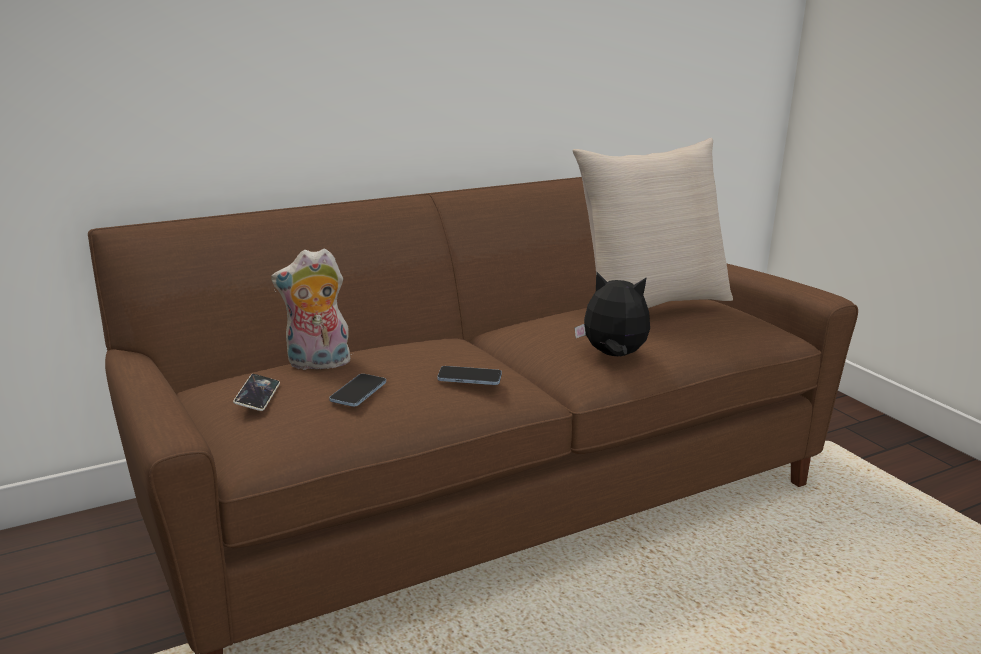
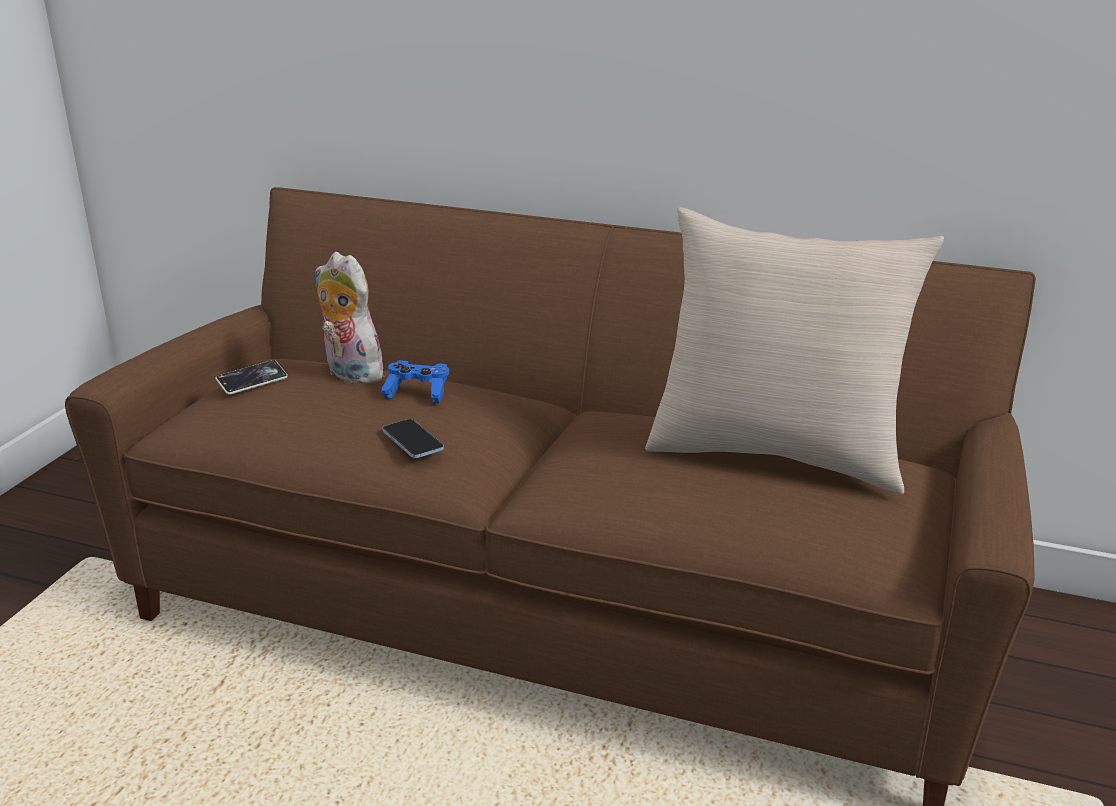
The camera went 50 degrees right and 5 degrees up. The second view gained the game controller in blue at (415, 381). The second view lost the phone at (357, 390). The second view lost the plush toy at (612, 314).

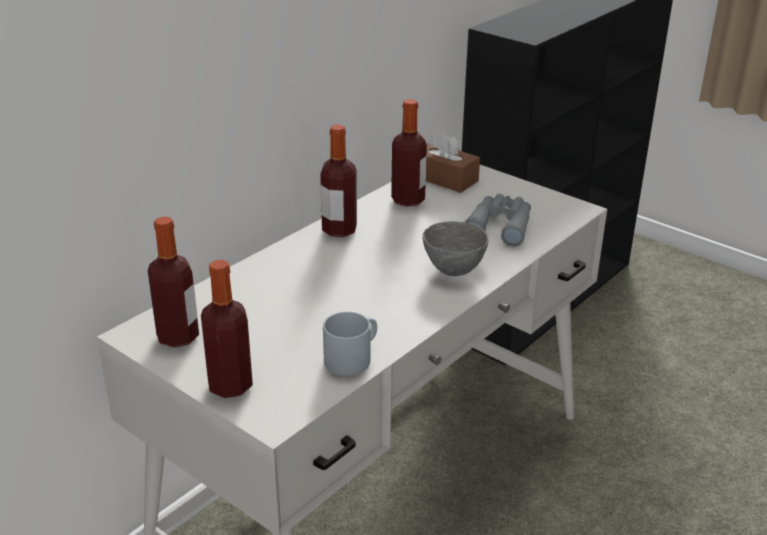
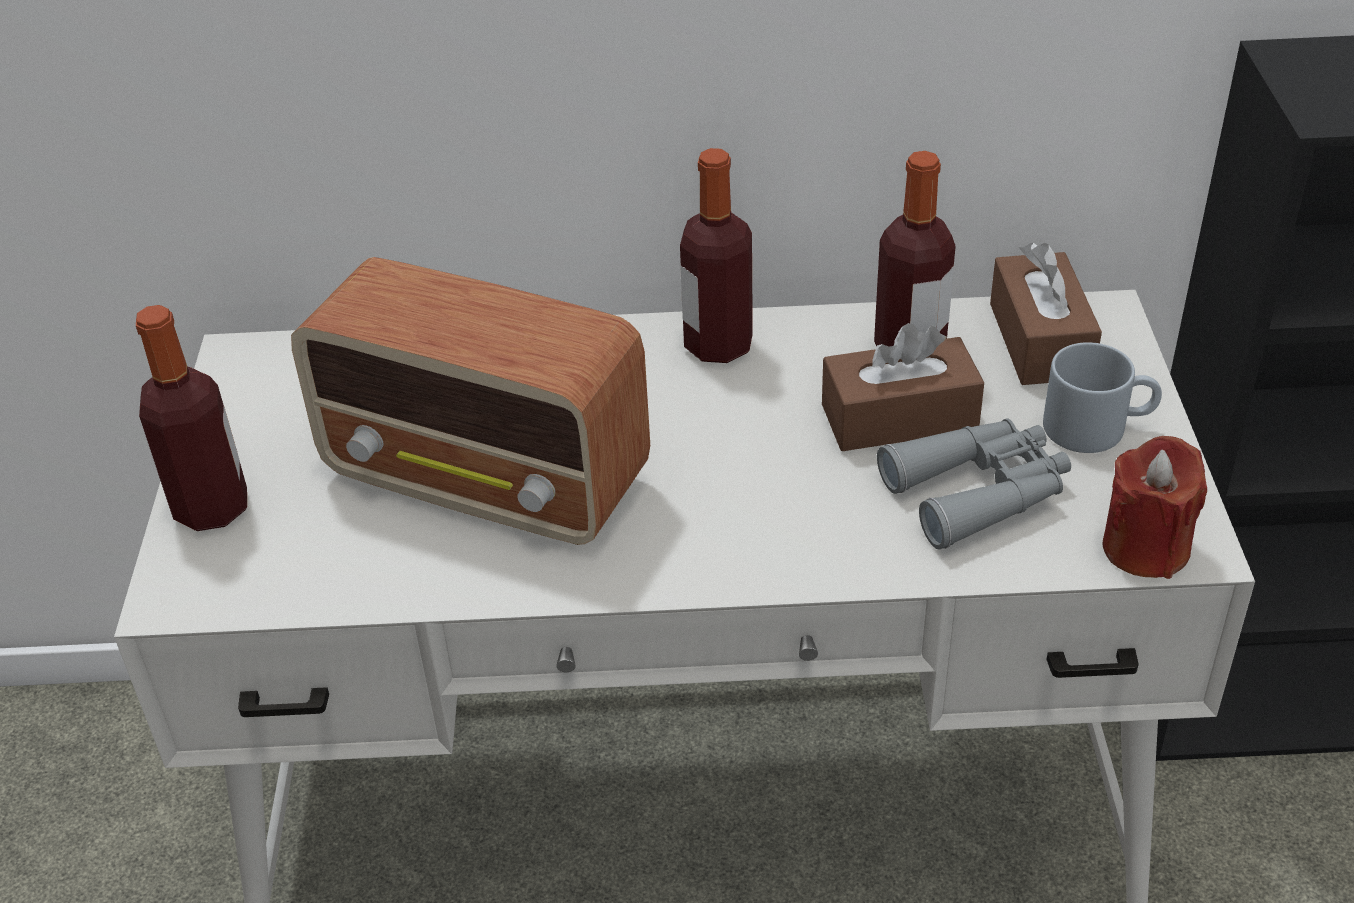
The camera went 50 degrees right and 10 degrees up. The second view gained the radio at (470, 401). The second view gained the tissue box in brown at (903, 387). The mug in grey ended up elsewhere, having gone from (350, 344) to (1102, 397). The second view gained the candle in red at (1154, 507). The second view lost the bottle at (173, 281). The second view lost the bowl in grey at (456, 248).

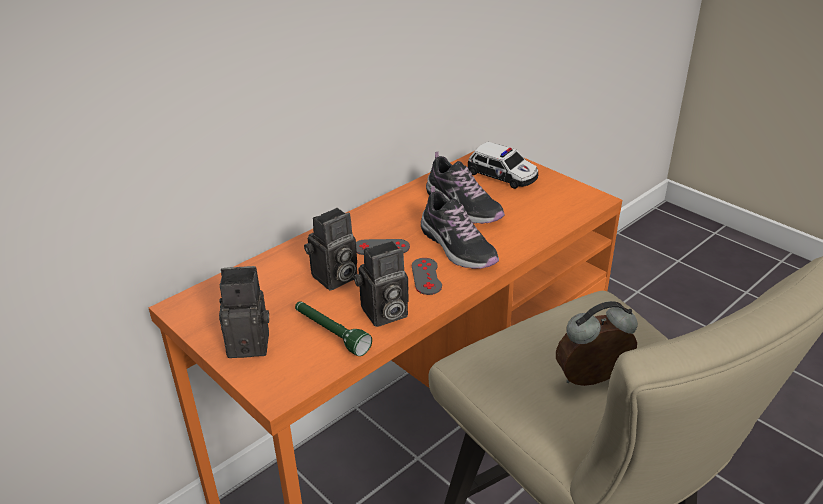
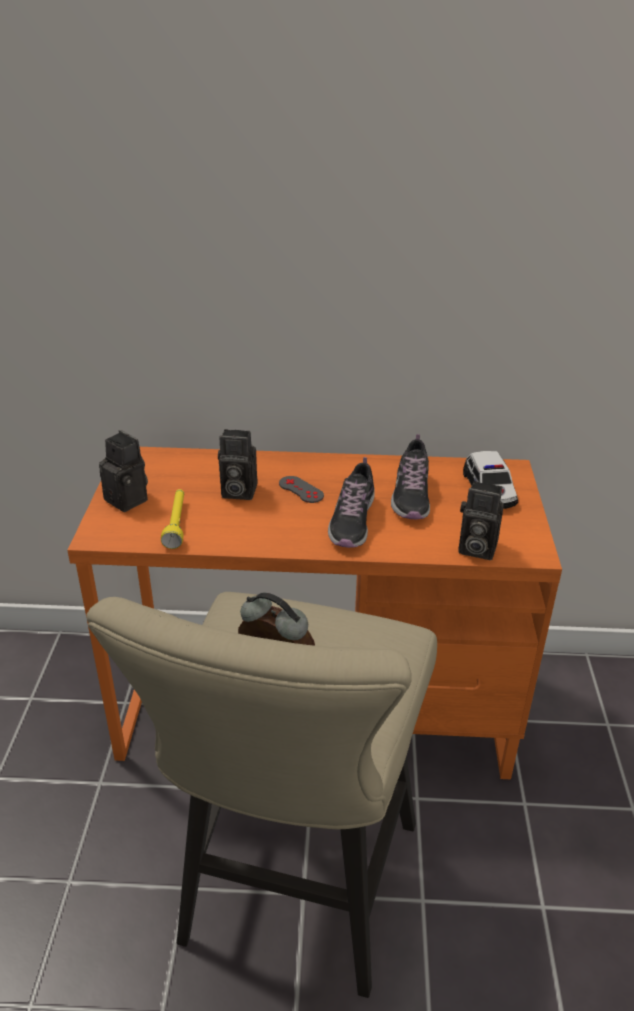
The camera went 45 degrees right and 0 degrees up. What was the flashlight in green at (333, 328) turned into the flashlight in yellow at (172, 519). The photo camera ended up elsewhere, having gone from (381, 284) to (481, 520). The second view lost the game controller in grey at (427, 276).

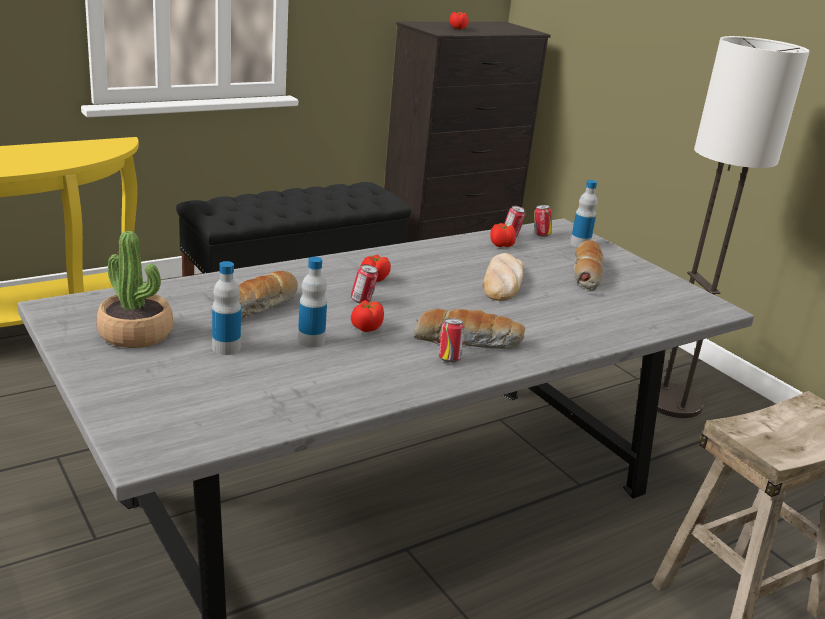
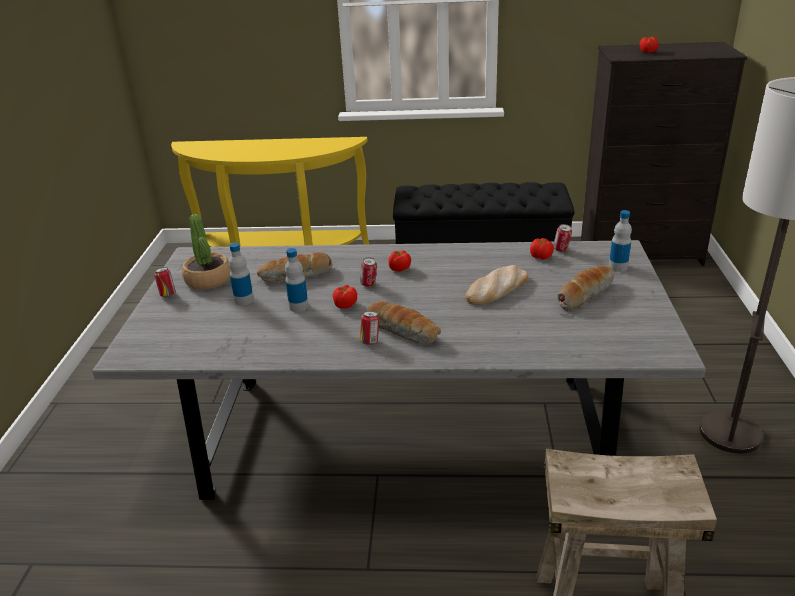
The camera went 40 degrees right and 5 degrees up. The can ended up elsewhere, having gone from (543, 221) to (165, 282).

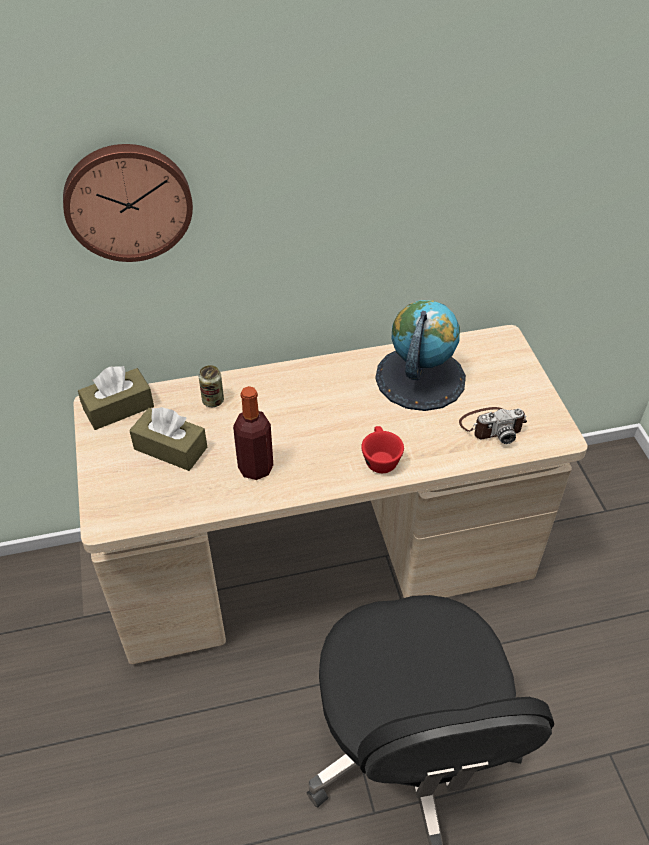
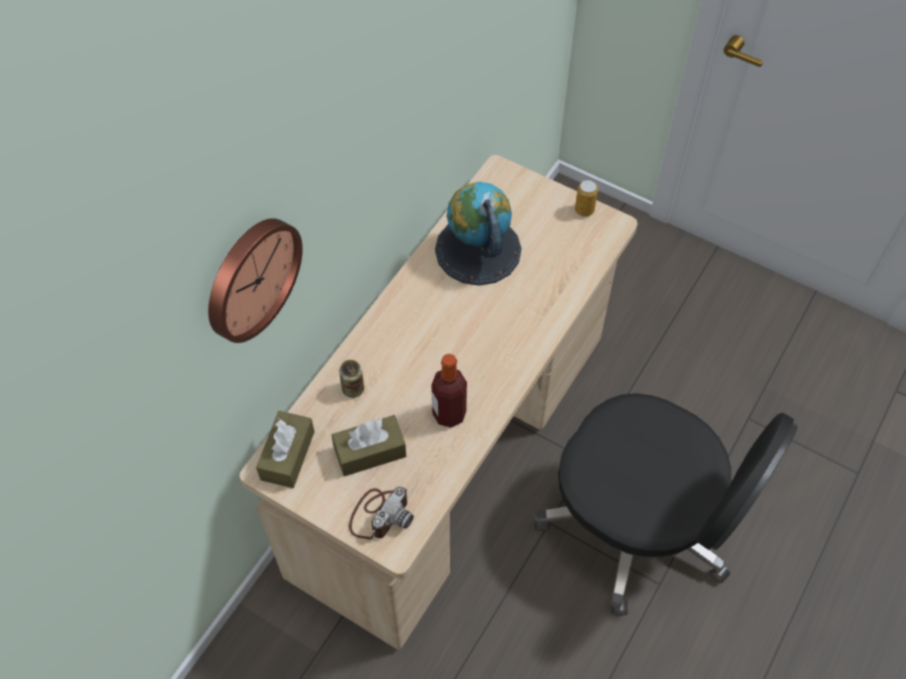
The camera went 45 degrees left and 10 degrees up. The photo camera ended up elsewhere, having gone from (493, 425) to (381, 513). The second view gained the can at (586, 198). The second view lost the cup in red at (382, 449).

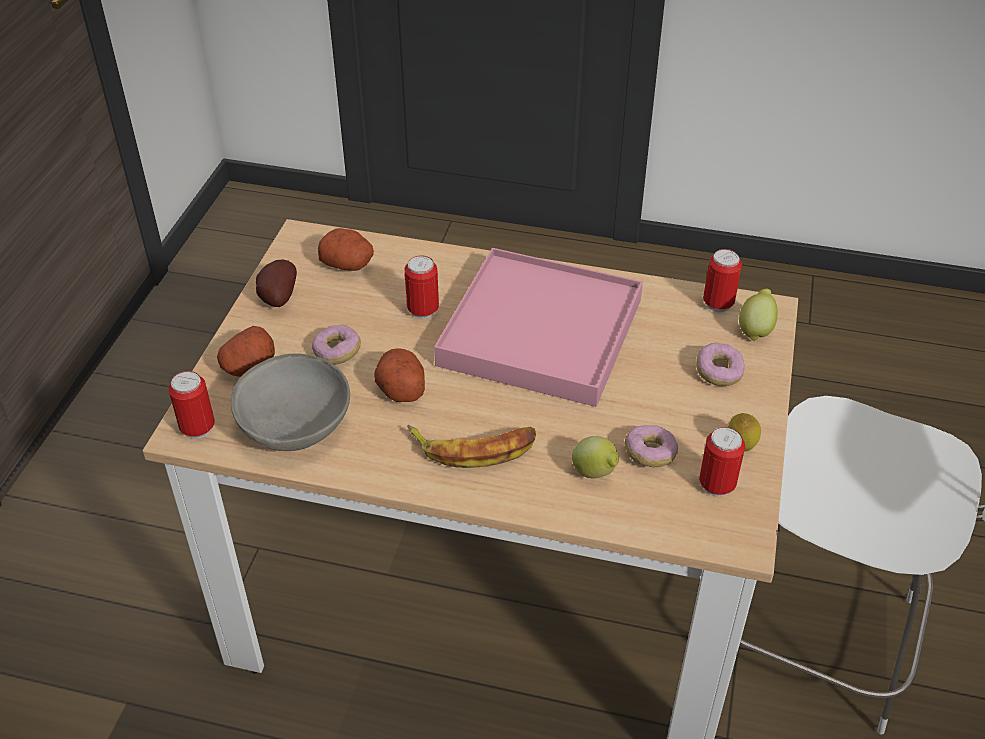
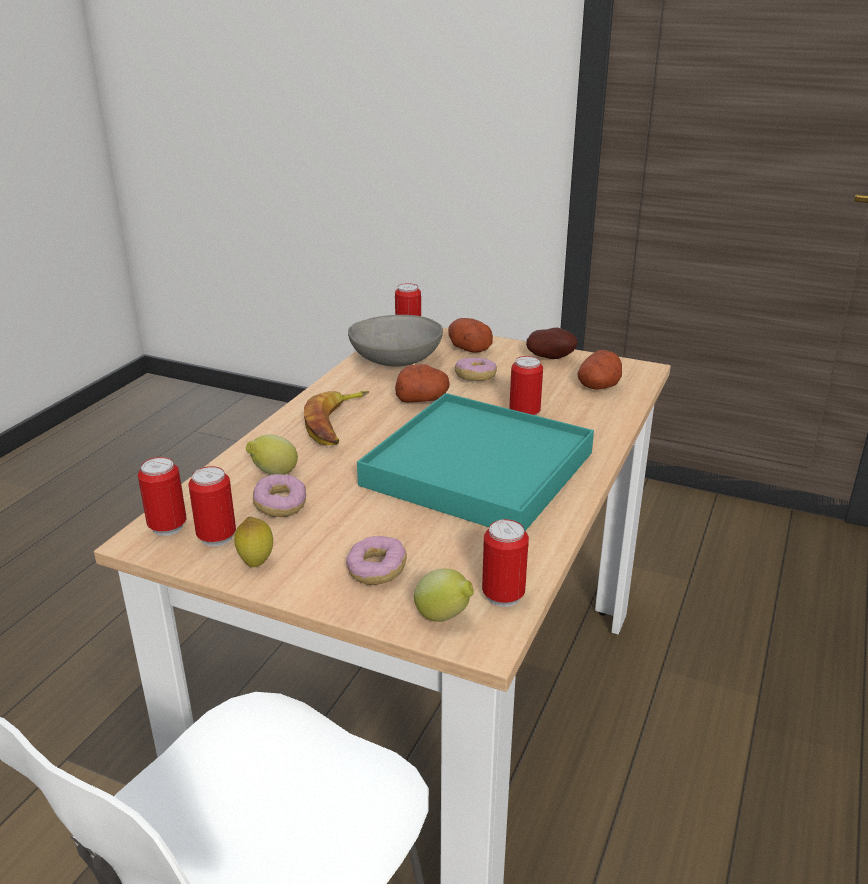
The camera went 100 degrees right and 15 degrees down. The second view gained the can at (162, 496). What was the tray in pink at (538, 327) turned into the tray in turquoise at (475, 462).

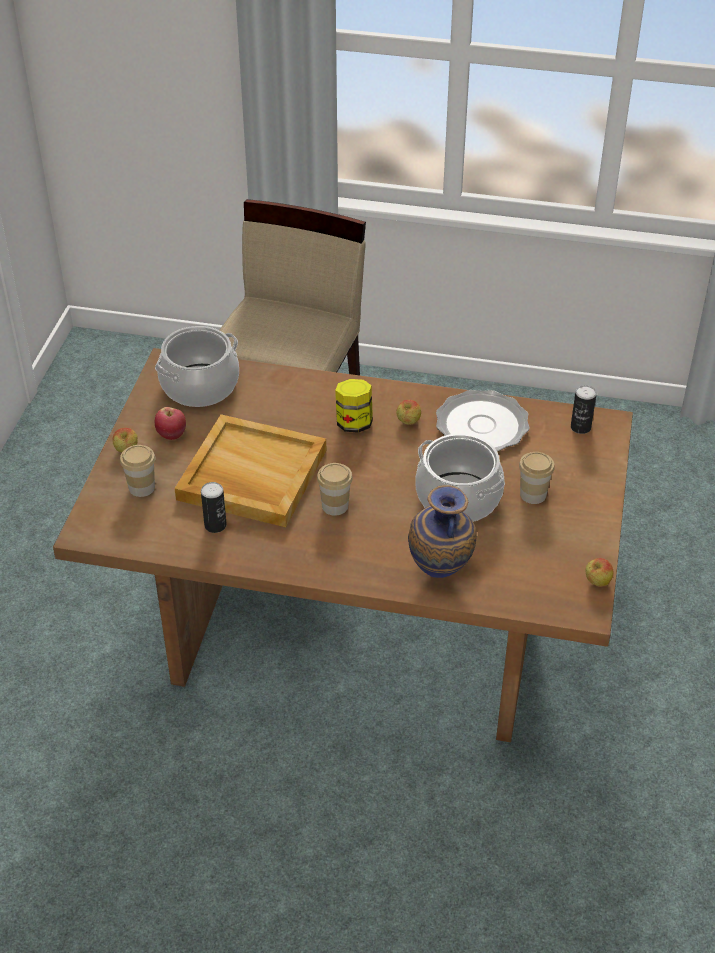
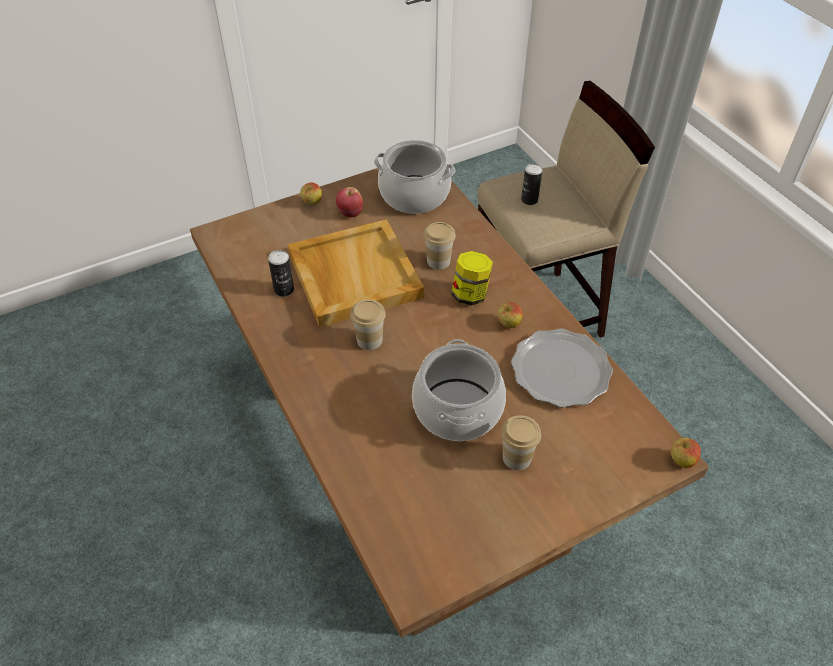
The camera went 50 degrees right and 5 degrees up. The cup ended up elsewhere, having gone from (137, 471) to (439, 246). The can ended up elsewhere, having gone from (583, 409) to (531, 184). The apple ended up elsewhere, having gone from (599, 572) to (686, 453). The second view lost the vase at (442, 531).

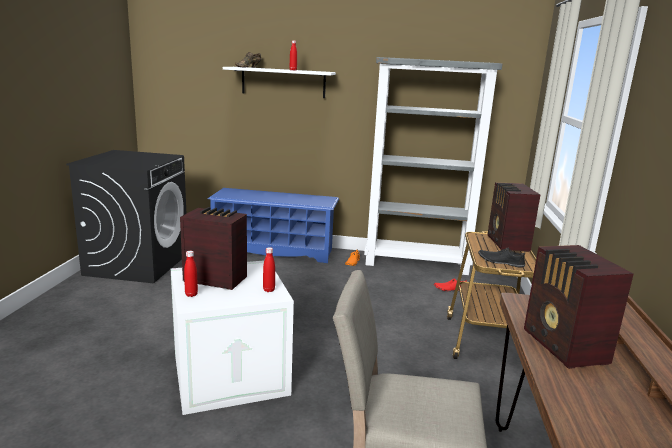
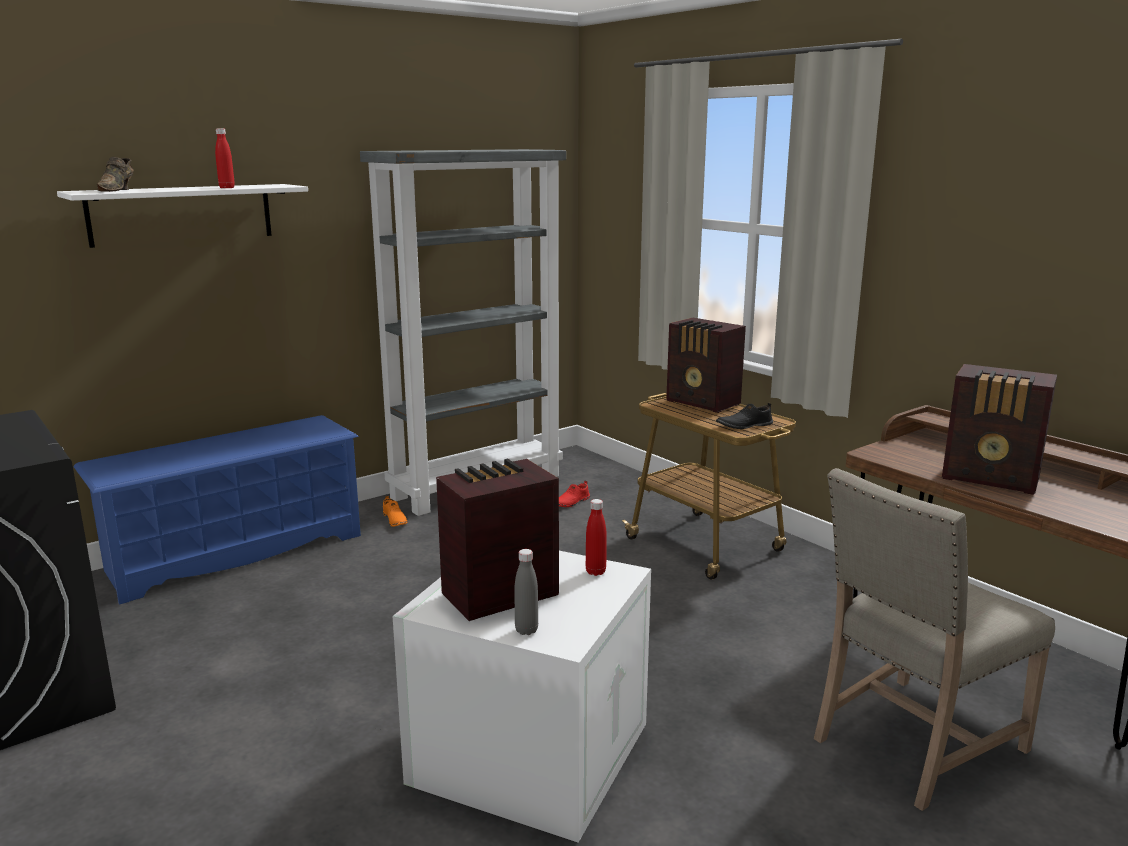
The camera went 45 degrees left and 0 degrees up. What was the bottle in red at (191, 274) turned into the bottle in grey at (526, 592).

